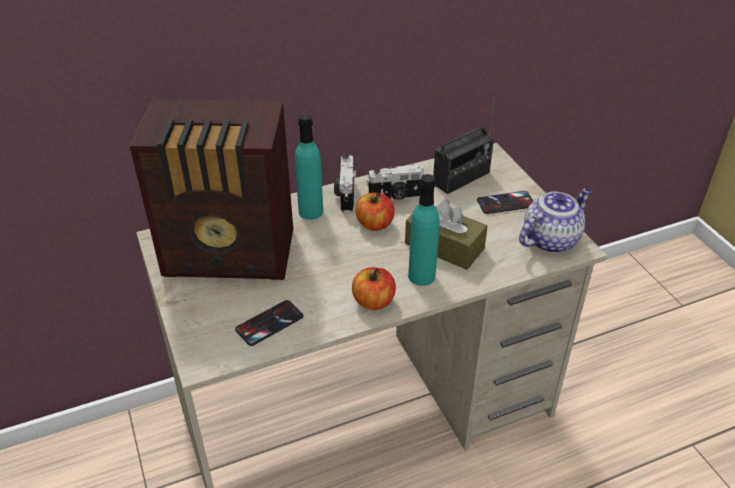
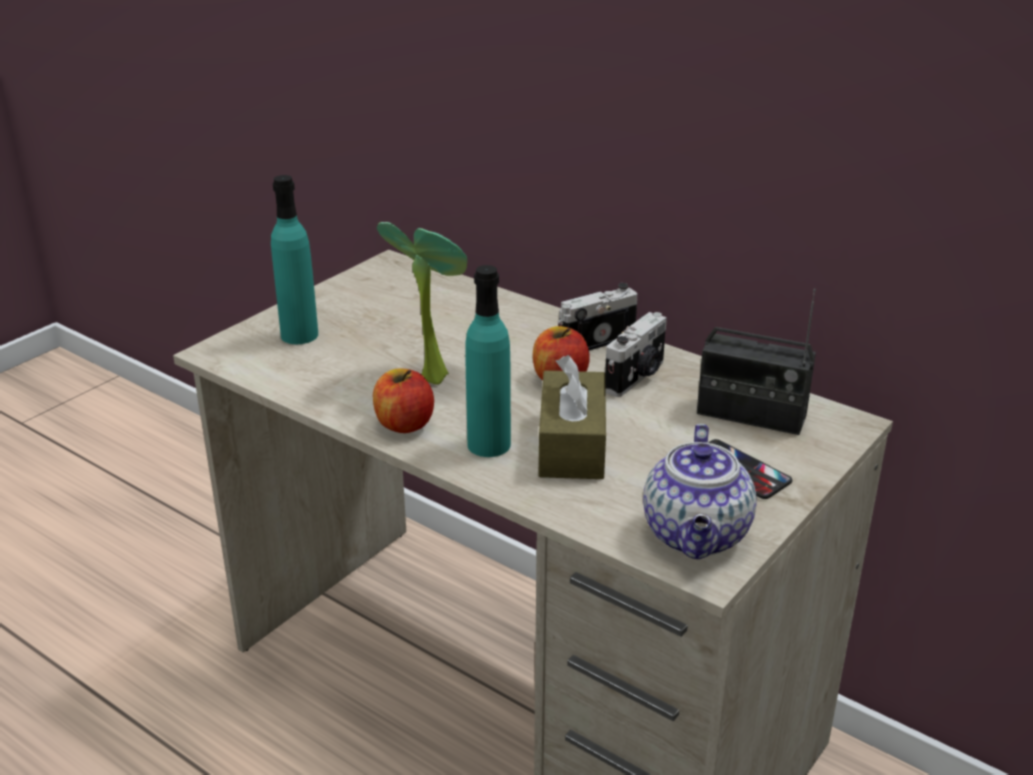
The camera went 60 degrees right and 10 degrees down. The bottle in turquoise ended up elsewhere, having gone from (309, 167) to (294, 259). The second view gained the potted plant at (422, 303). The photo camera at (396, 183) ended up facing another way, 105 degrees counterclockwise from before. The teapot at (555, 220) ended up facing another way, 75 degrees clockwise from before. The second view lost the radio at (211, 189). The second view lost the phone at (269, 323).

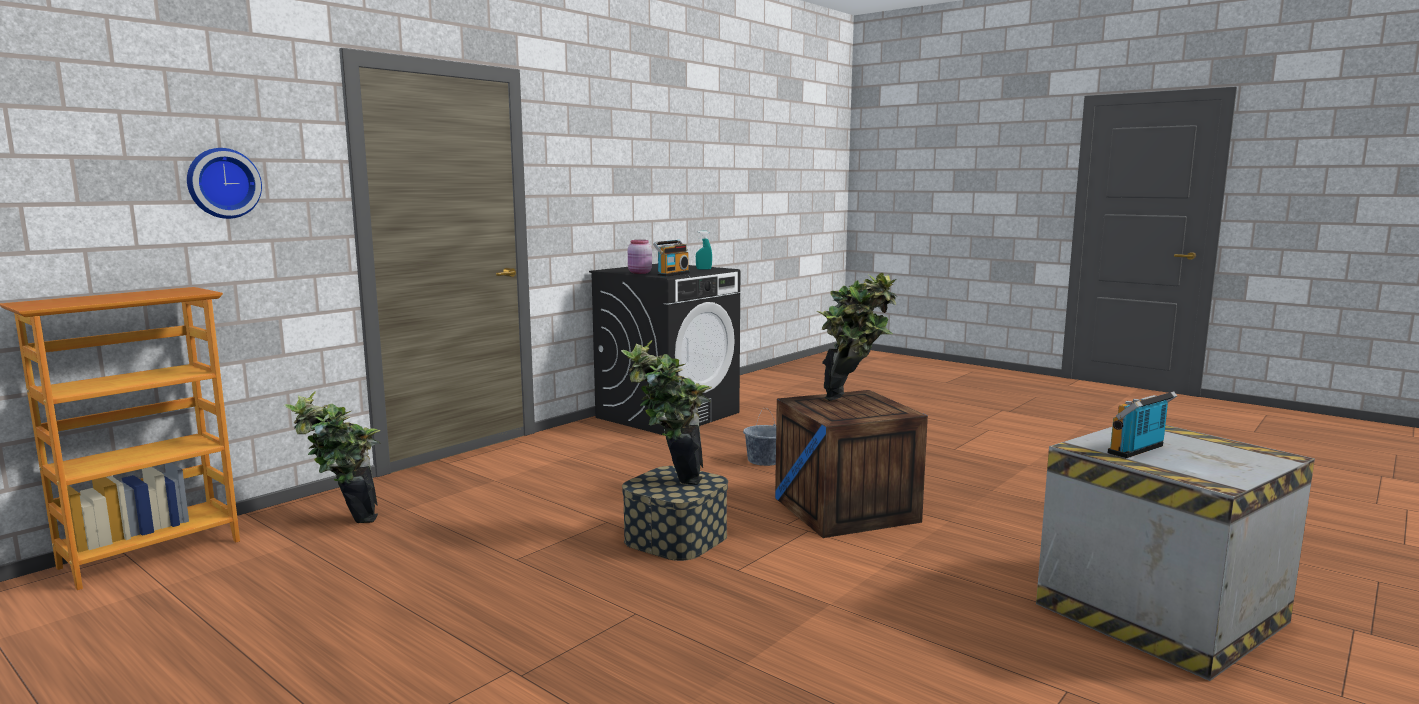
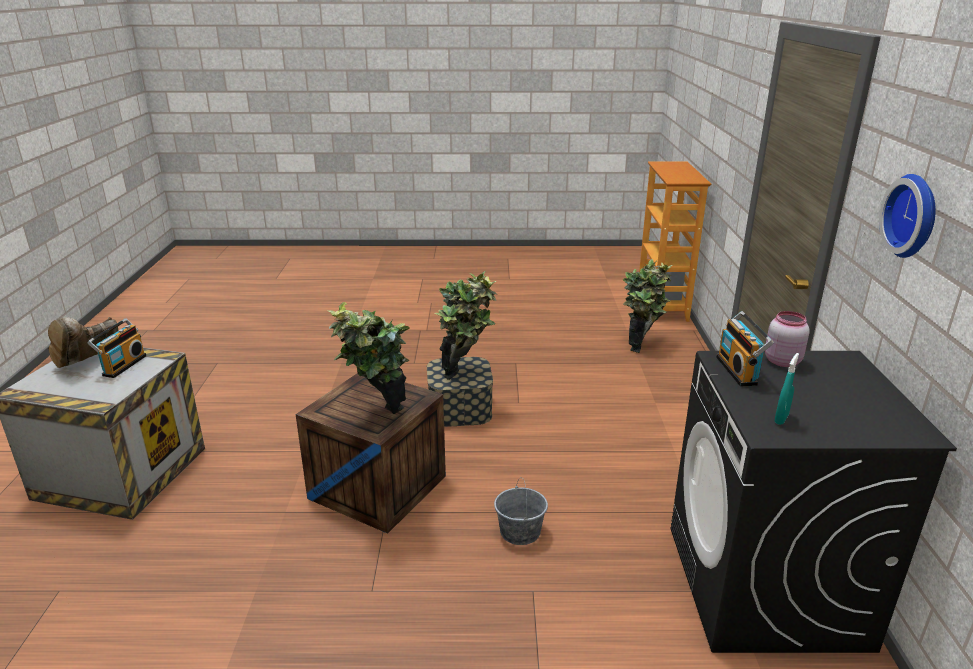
The camera went 140 degrees right and 15 degrees up. The second view gained the boot in brown at (83, 342). The wall clock ended up elsewhere, having gone from (224, 183) to (907, 216).

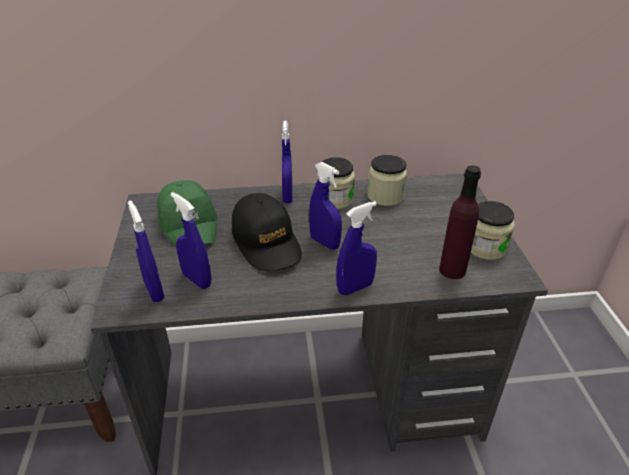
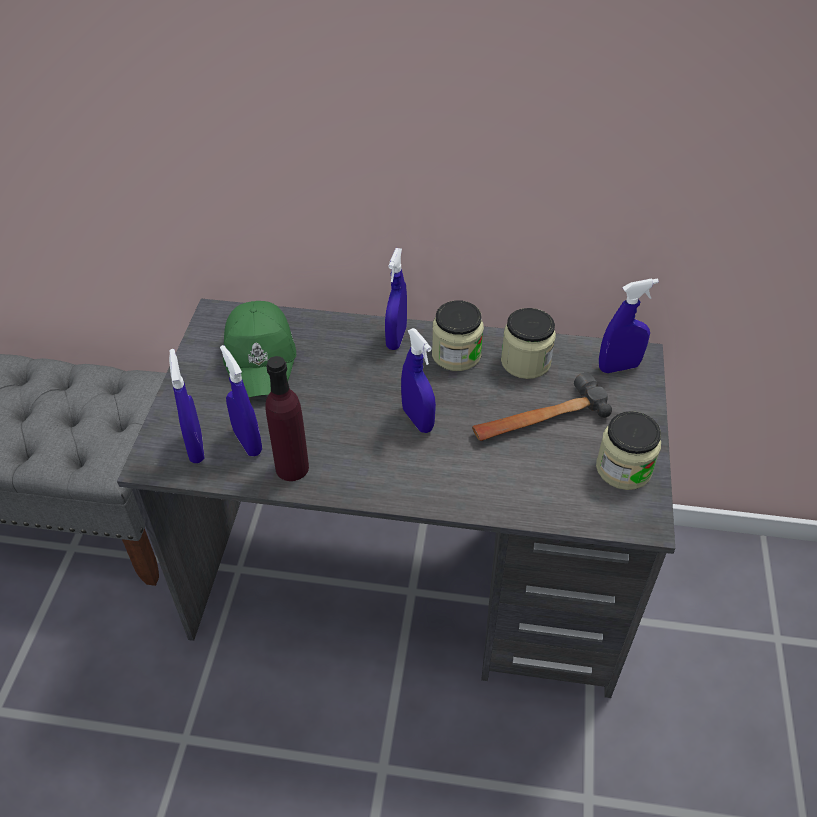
The camera went 15 degrees right and 10 degrees up. The bottle in purple ended up elsewhere, having gone from (460, 222) to (287, 418). The second view gained the hammer at (542, 406). The spray bottle in blue ended up elsewhere, having gone from (356, 248) to (629, 325). The second view lost the cap in black at (267, 232).

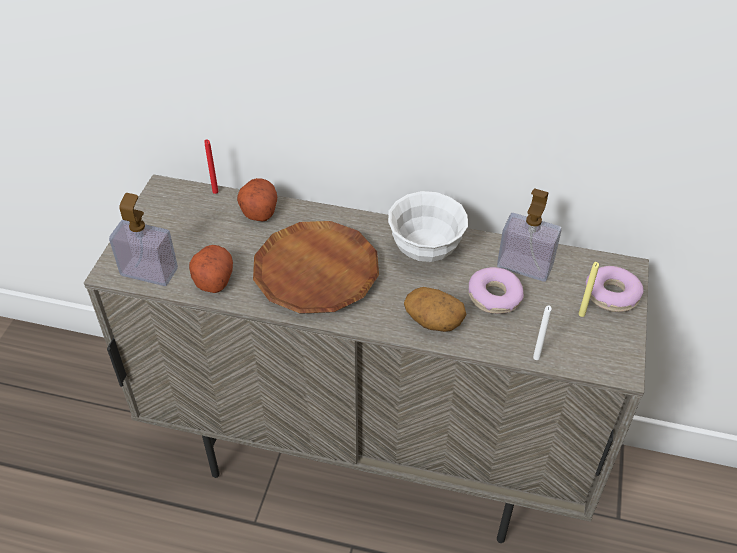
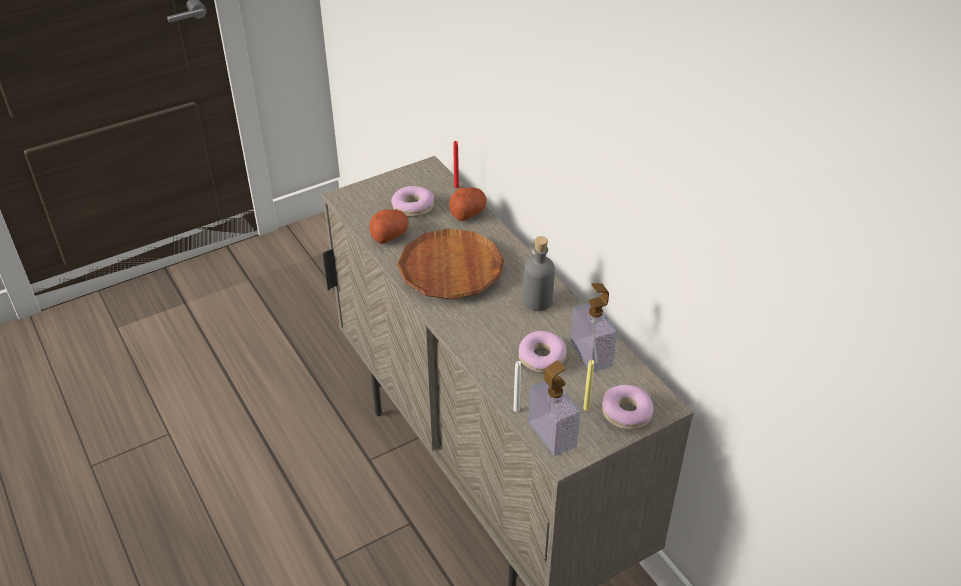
The camera went 45 degrees right and 5 degrees down. The second view gained the donut at (412, 201). Where the bowl in white stood at (428, 226), the bottle in grey came to stand at (539, 273). The soap dispenser ended up elsewhere, having gone from (143, 239) to (554, 408). The second view lost the potato at (435, 309).

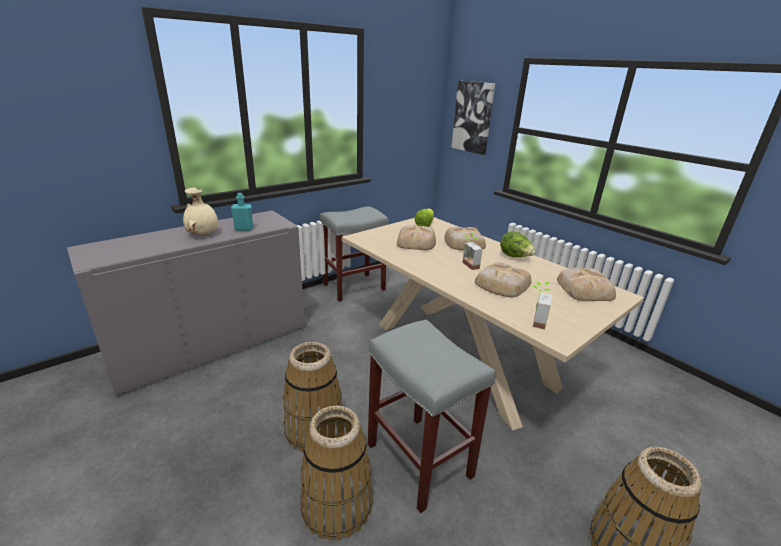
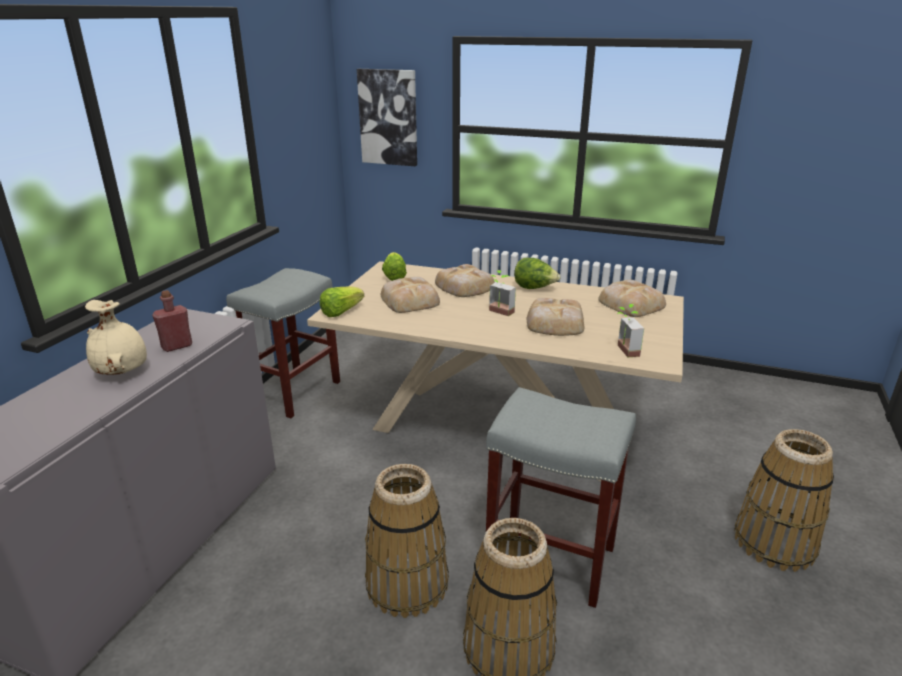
The camera went 30 degrees left and 0 degrees up. What was the bottle in turquoise at (242, 212) turned into the bottle in red at (172, 321). The second view gained the lettuce at (342, 301).

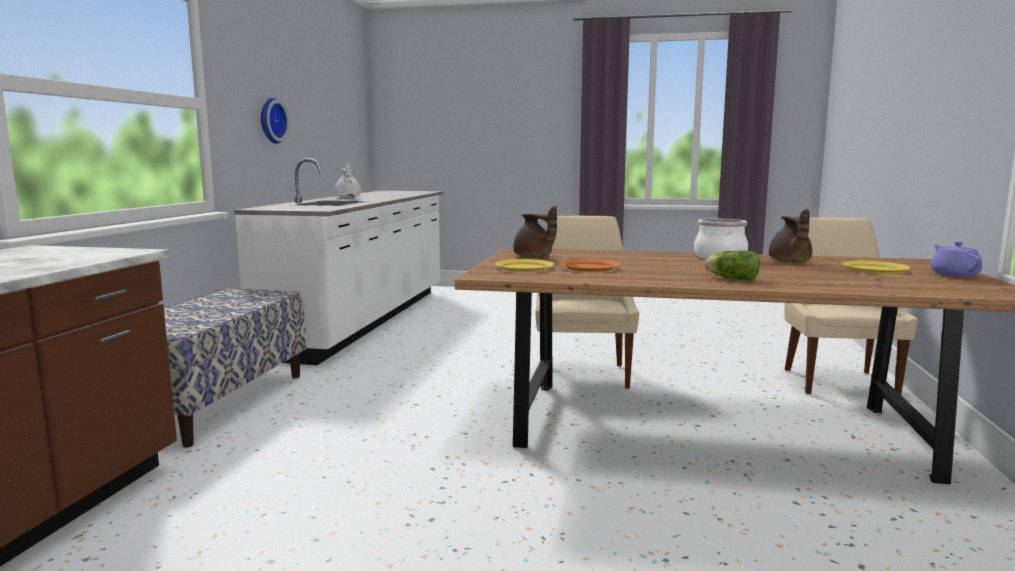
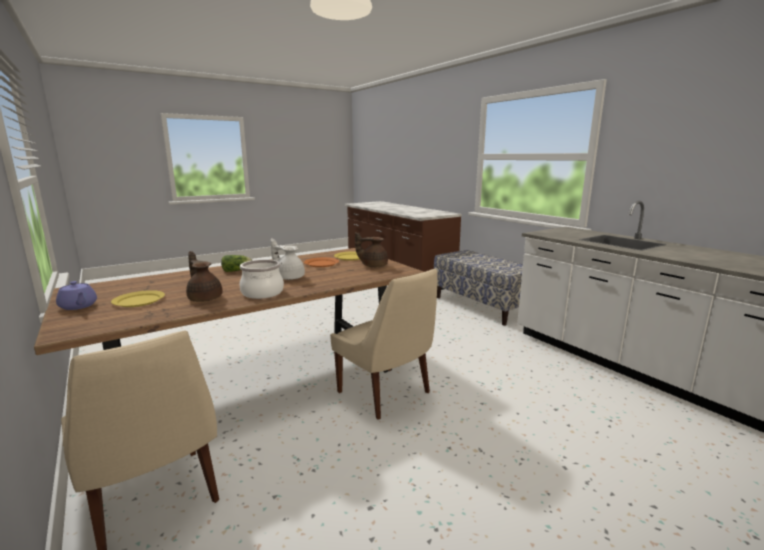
The camera went 135 degrees right and 5 degrees up. The teapot in white ended up elsewhere, having gone from (348, 180) to (288, 259). The second view lost the wall clock at (275, 120).

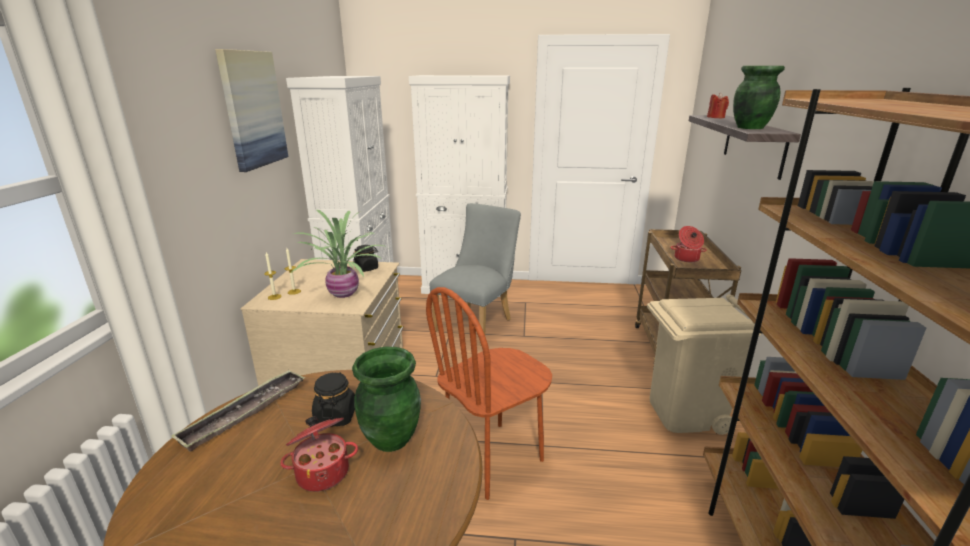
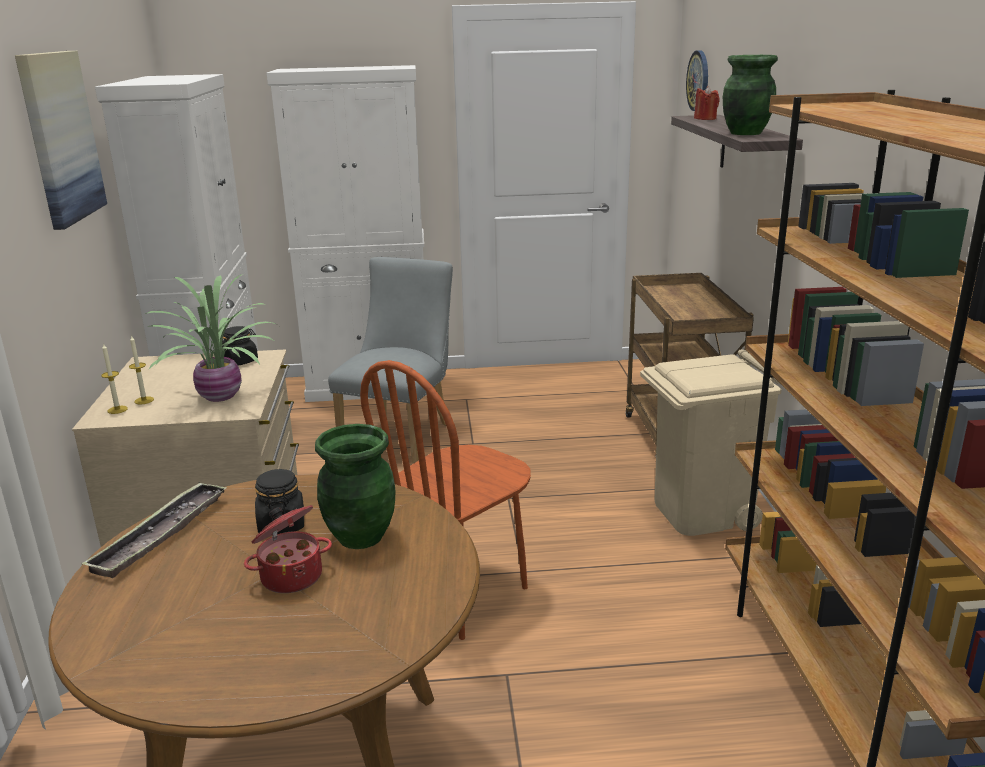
The camera went 10 degrees left and 0 degrees up. The second view gained the wall clock at (697, 80). The second view lost the cooking pot at (689, 244).

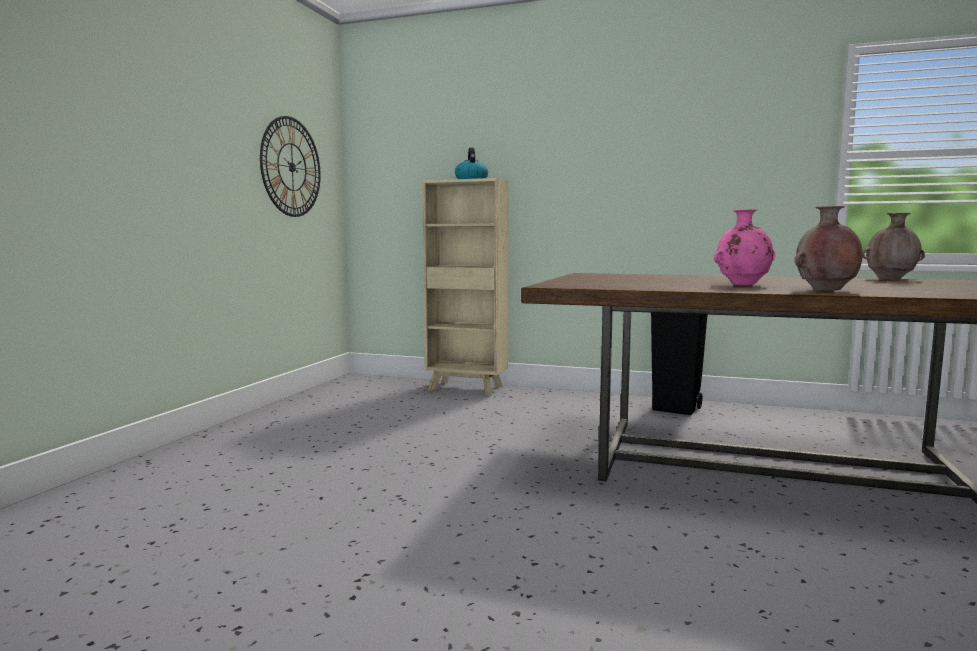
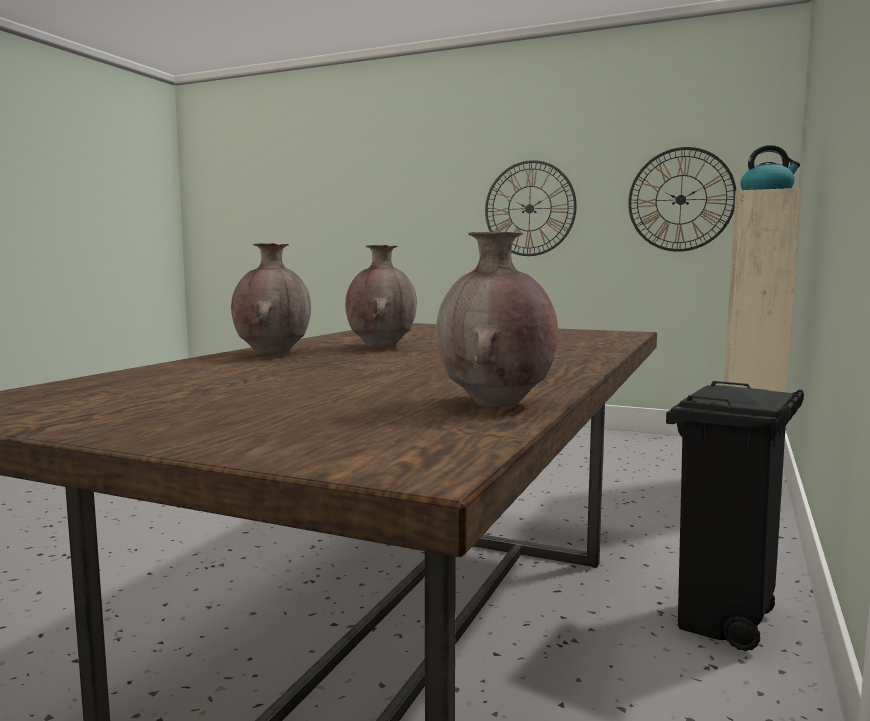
The camera went 95 degrees right and 0 degrees up. What was the vase in pink at (745, 247) turned into the vase in brown at (381, 296). The second view gained the wall clock at (531, 208).

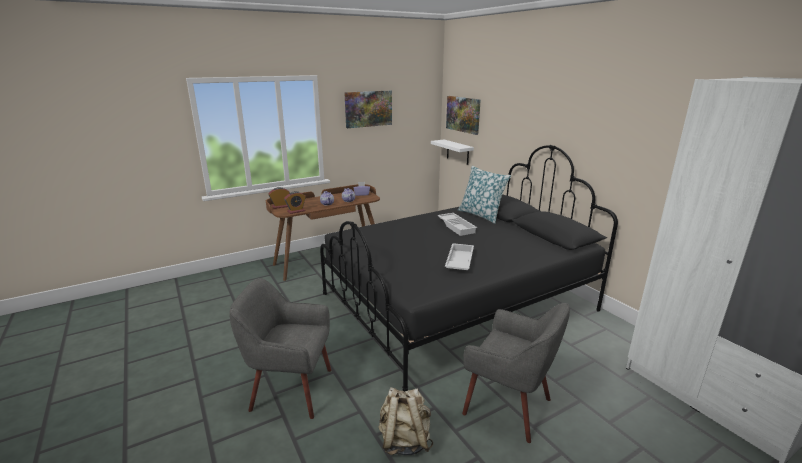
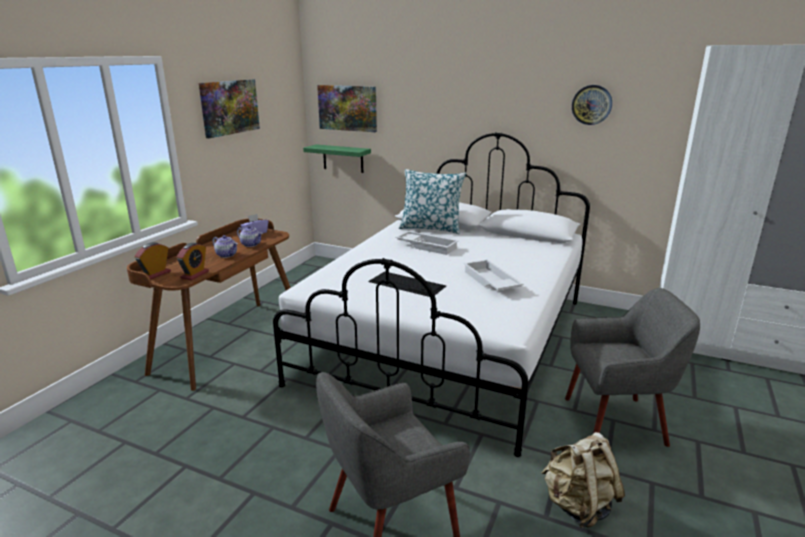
The camera went 35 degrees left and 0 degrees up. What was the bed in black at (469, 268) turned into the bed in white at (431, 294). What was the shelf in white at (452, 152) turned into the shelf in green at (337, 158). The second view gained the keyboard at (407, 284). The second view gained the wall clock at (592, 105).

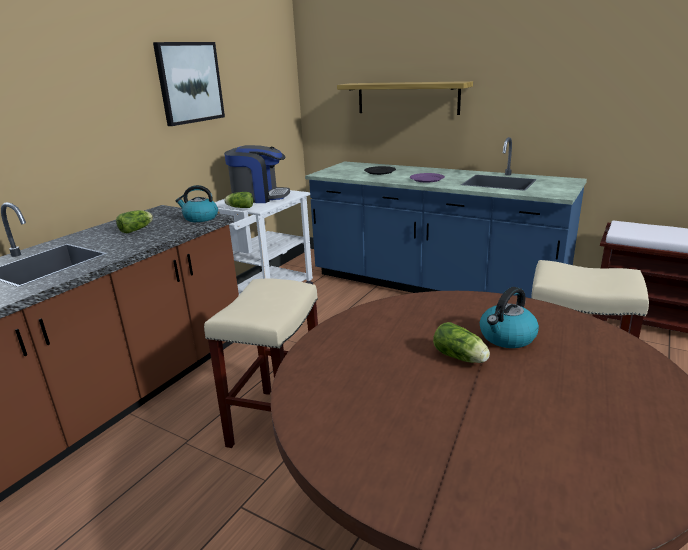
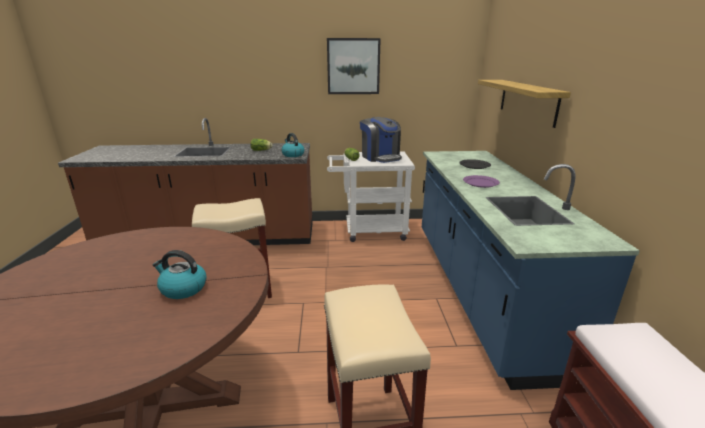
The camera went 55 degrees right and 0 degrees up. The second view lost the lettuce at (461, 342).

